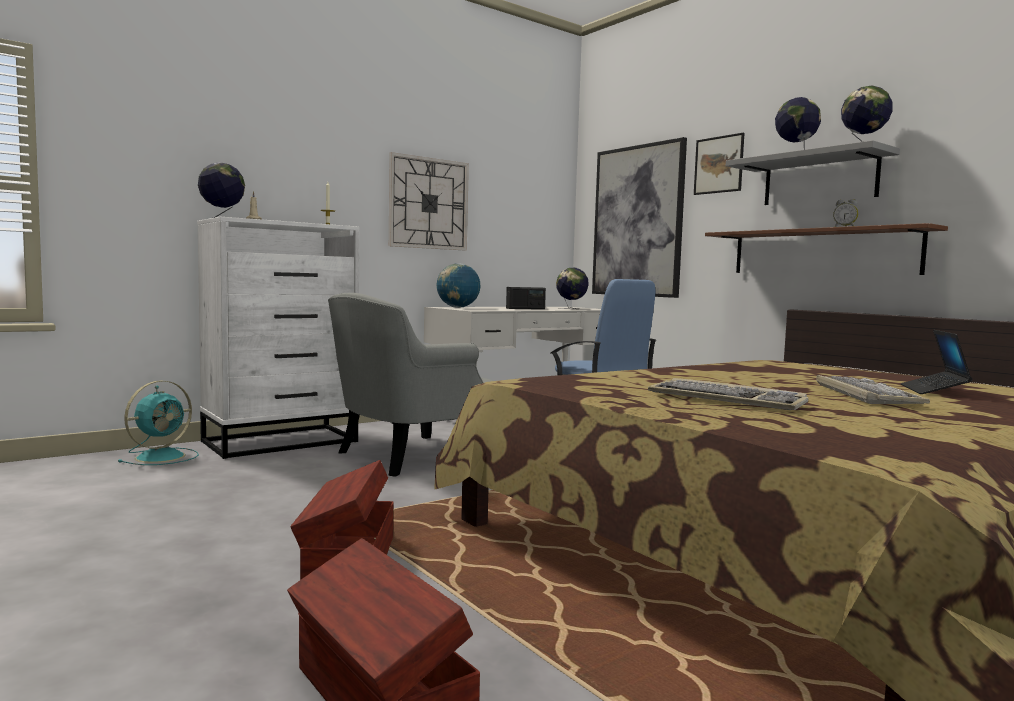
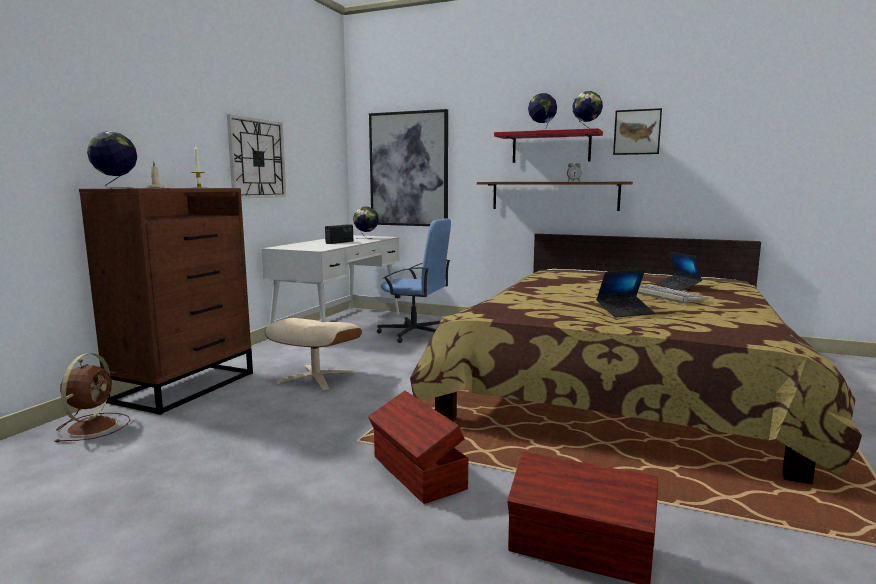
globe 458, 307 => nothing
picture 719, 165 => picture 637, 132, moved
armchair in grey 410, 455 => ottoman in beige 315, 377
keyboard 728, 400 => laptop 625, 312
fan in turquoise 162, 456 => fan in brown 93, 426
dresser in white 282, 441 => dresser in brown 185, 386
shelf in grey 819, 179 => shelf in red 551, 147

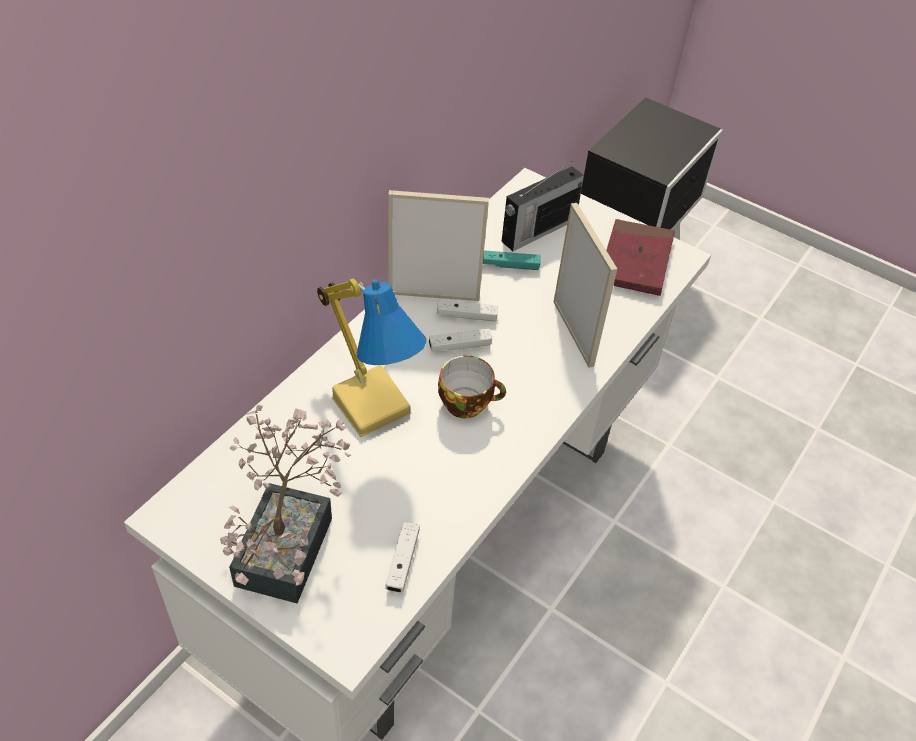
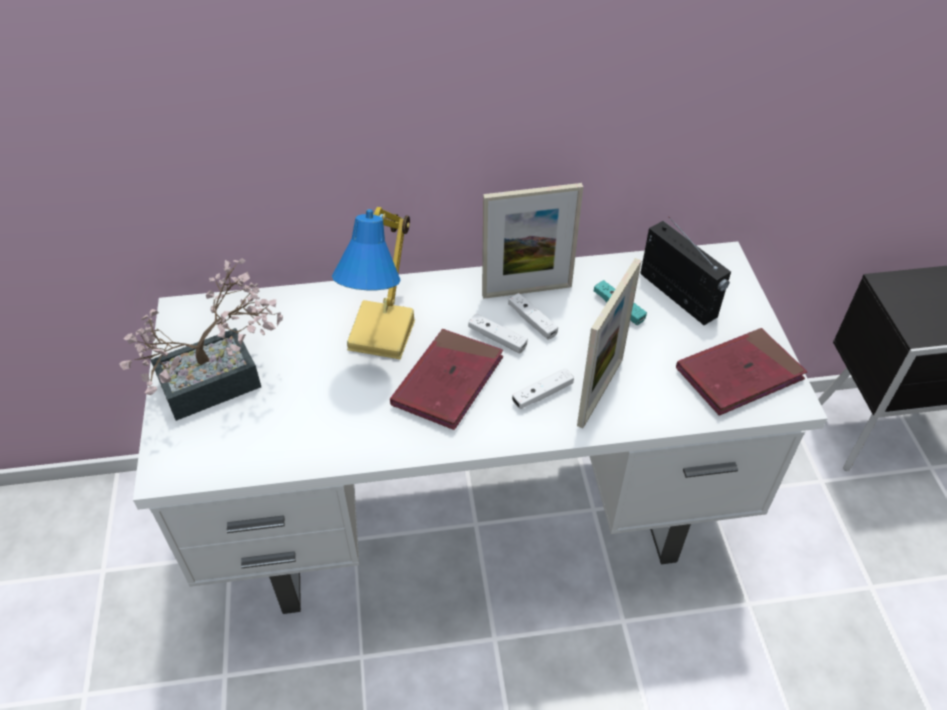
game controller in white 402, 562 => game controller in white 542, 394, moved
cup 468, 403 => book in red 448, 382
picture frame 433, 295 => picture frame 527, 290, 120 degrees clockwise
radio 537, 231 => radio 679, 296, 135 degrees counterclockwise

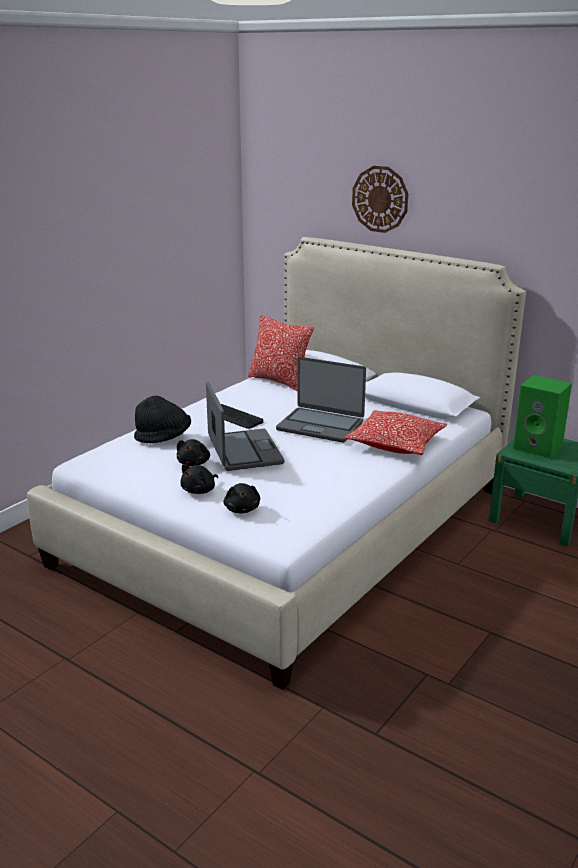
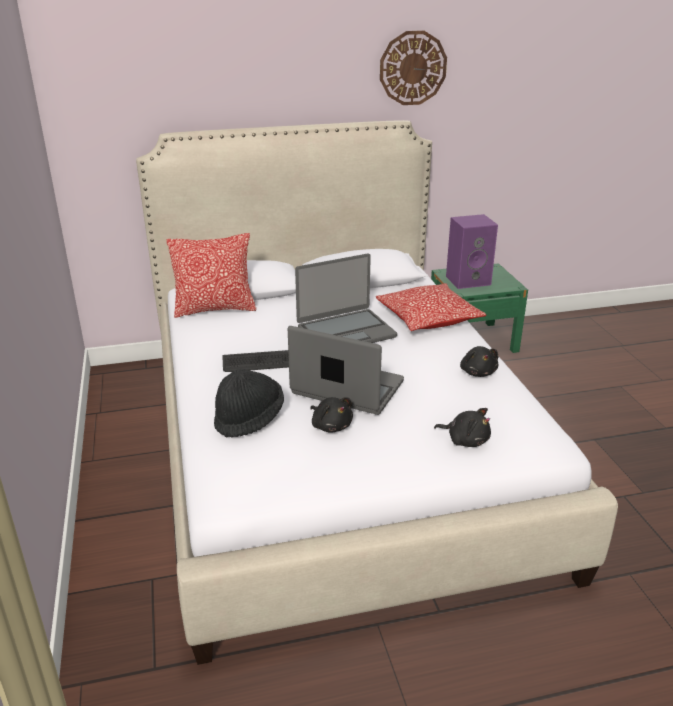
plush toy in black 200, 490 => plush toy in black 478, 372, moved
wall clock 380, 199 => wall clock 413, 68, moved
speaker in green 539, 447 => speaker in purple 468, 280

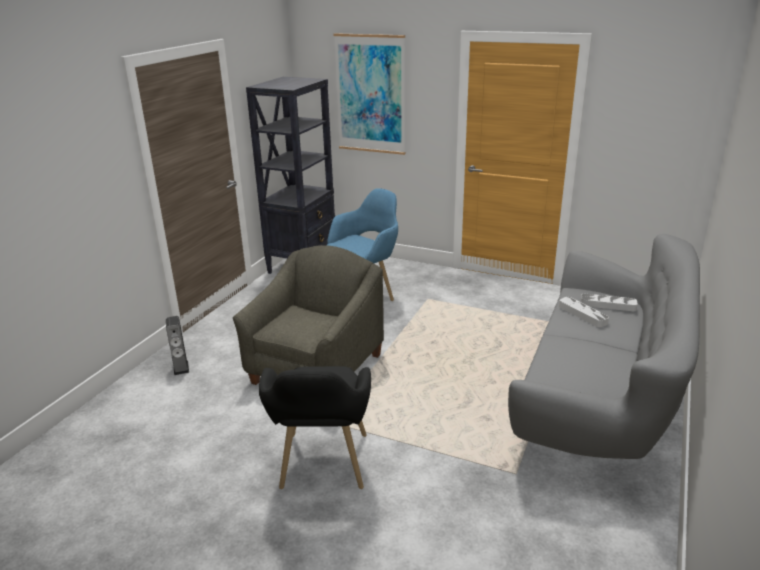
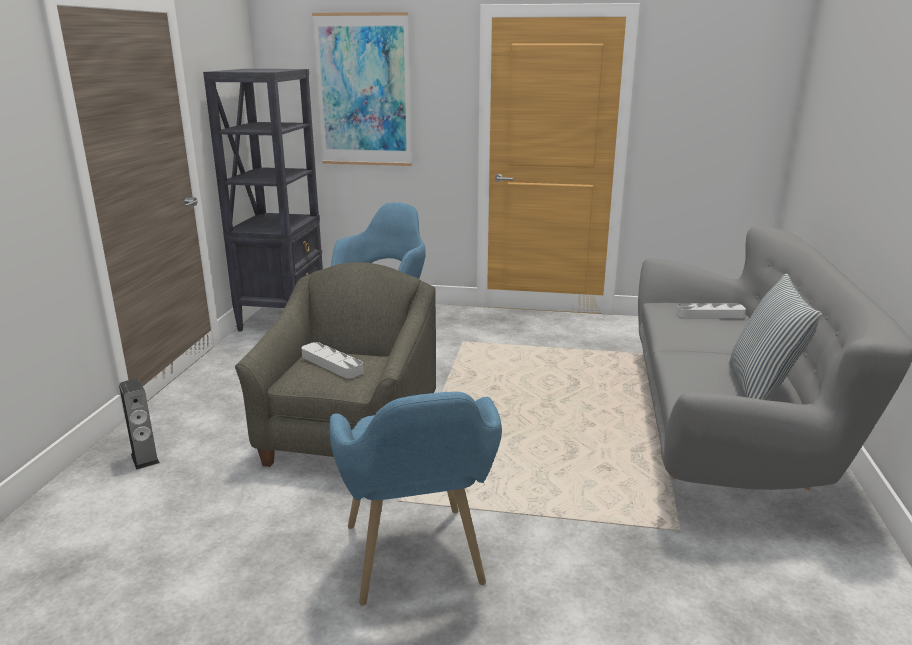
nothing => pillow 761, 390
tray in grey 582, 314 => tray in grey 332, 364, moved
armchair in black 323, 471 => armchair in blue 417, 569

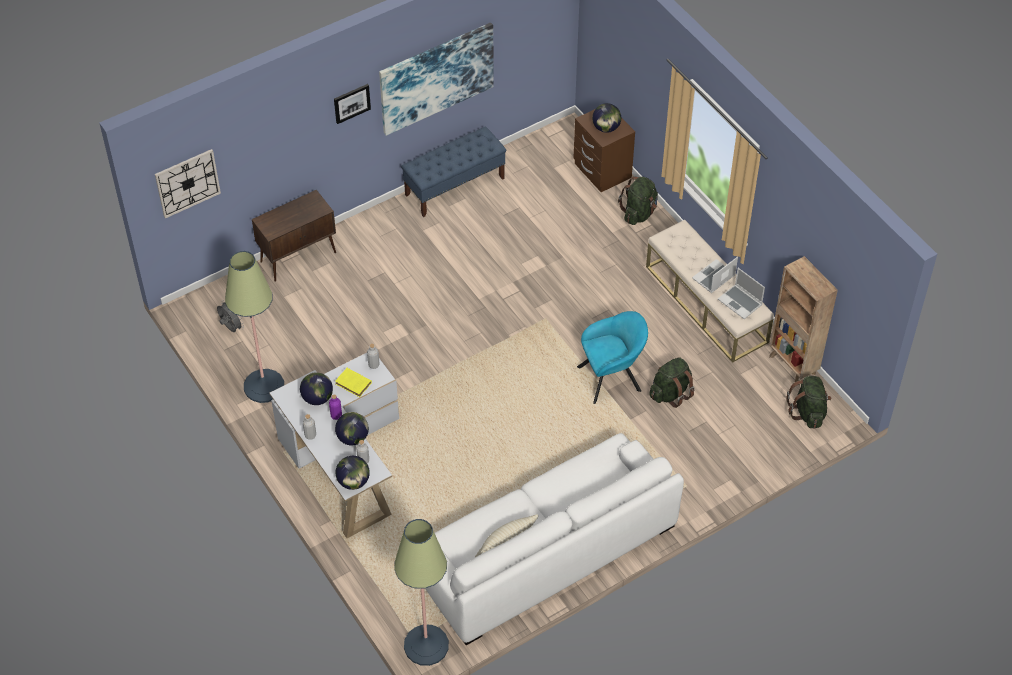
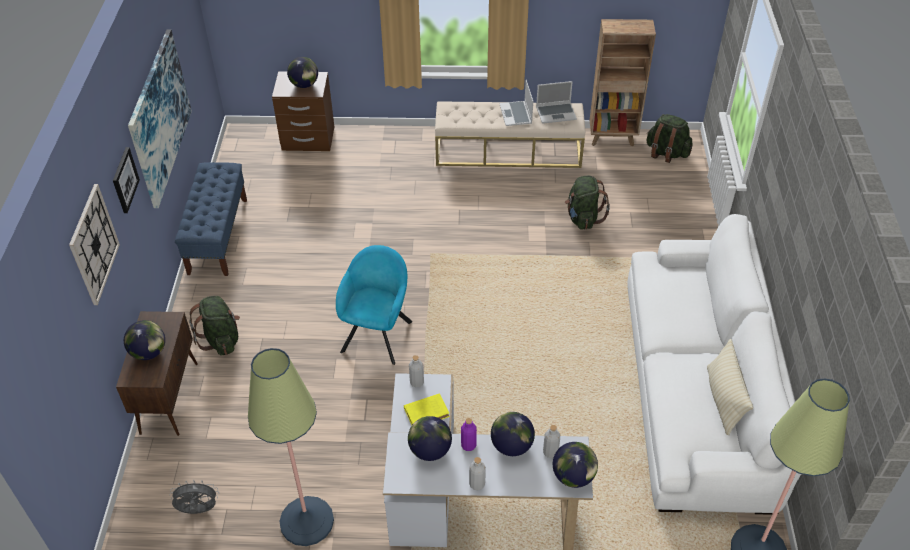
nothing => globe 149, 352
wall clock 187, 183 => wall clock 94, 244, moved
armchair in turquoise 612, 378 => armchair in turquoise 378, 333, moved
backpack in green 639, 213 => backpack in green 221, 339, moved

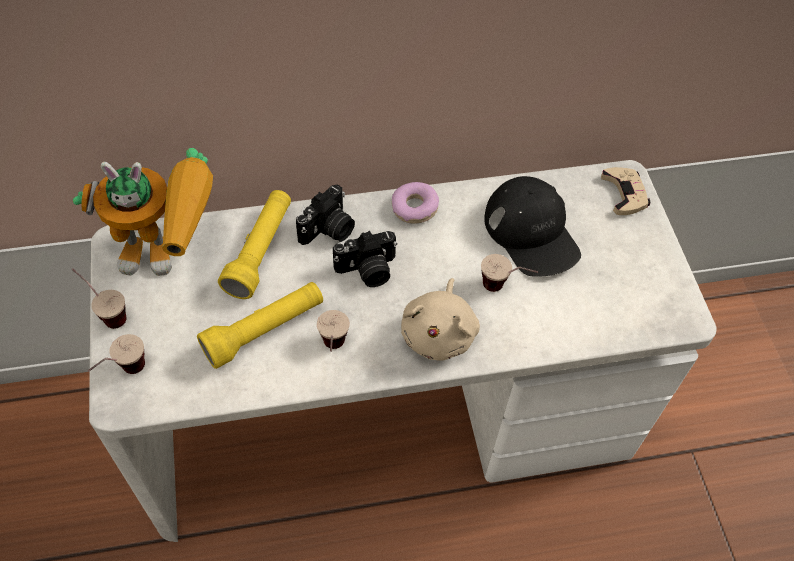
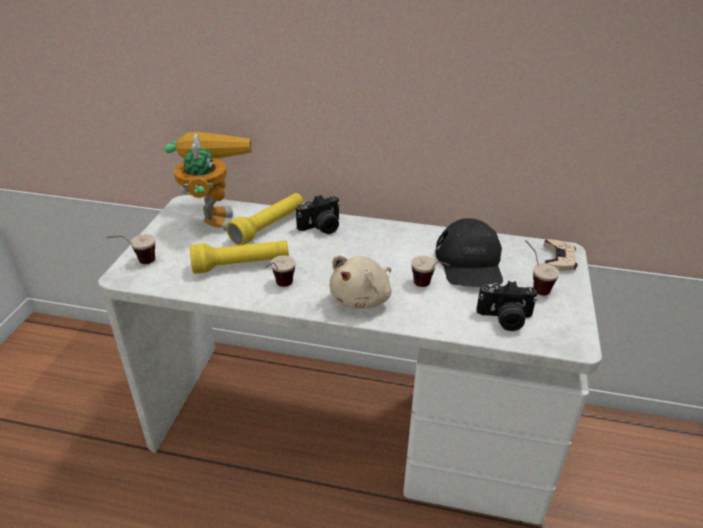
donut 414, 208 => nothing
cup 106, 313 => cup 534, 285, moved
photo camera 367, 271 => photo camera 505, 319, moved
toy robot 170, 252 => toy robot 212, 214, 120 degrees counterclockwise

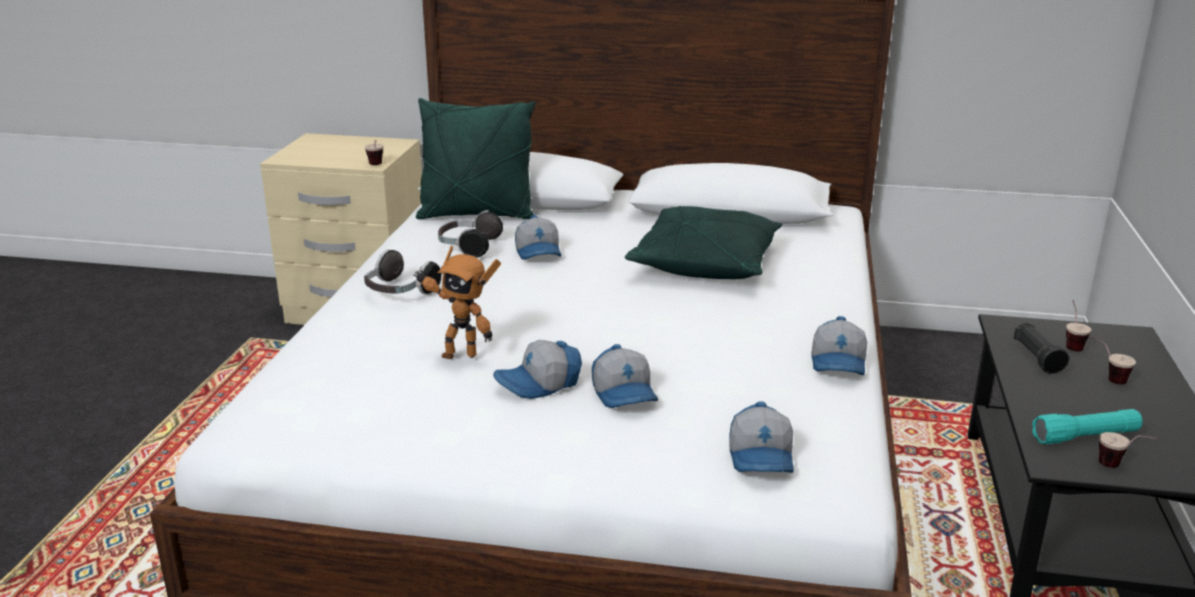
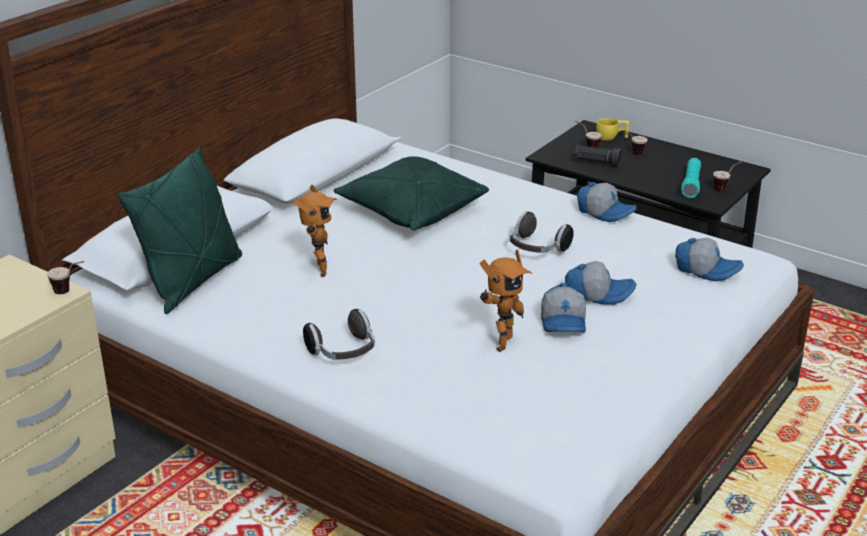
nothing => cup in yellow 611, 138
headphones 468, 247 => headphones 537, 249, moved
cap 539, 252 => toy robot 317, 270

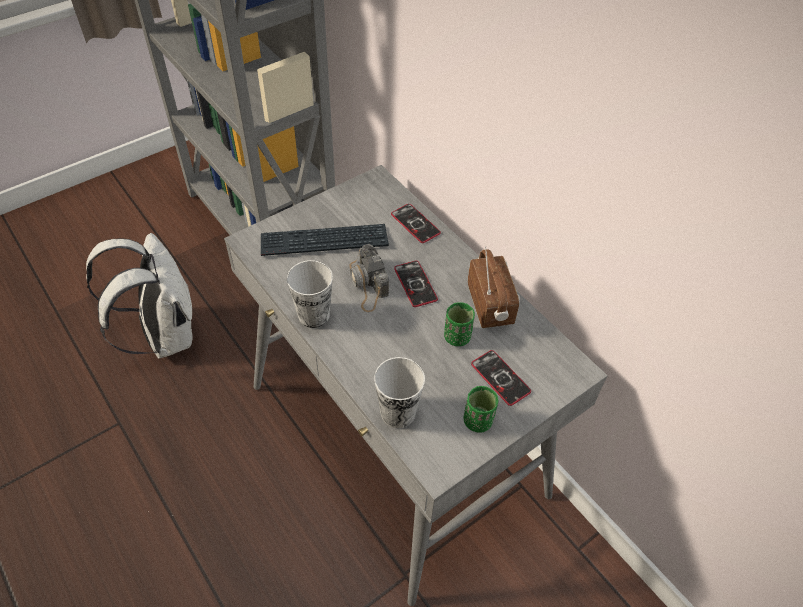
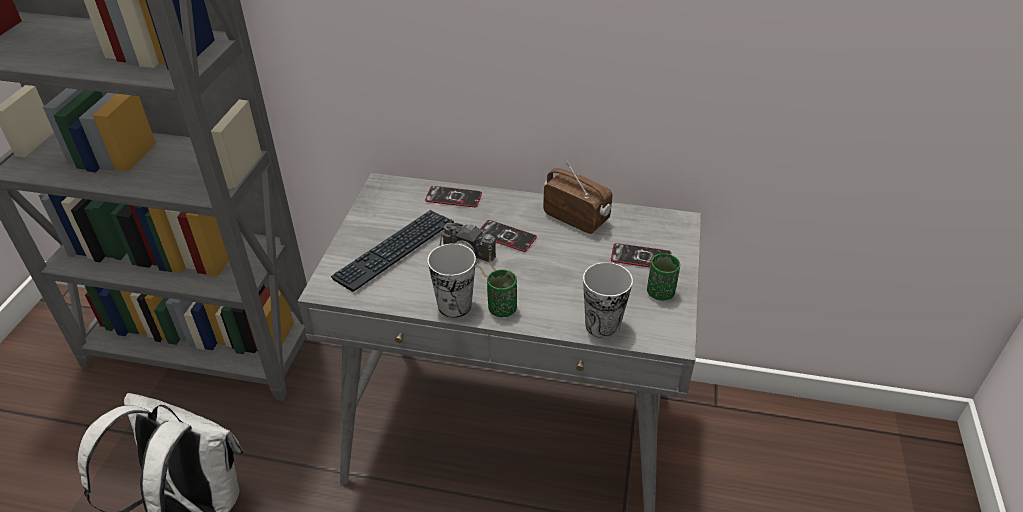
cup in green 457, 337 => cup in green 502, 309, moved

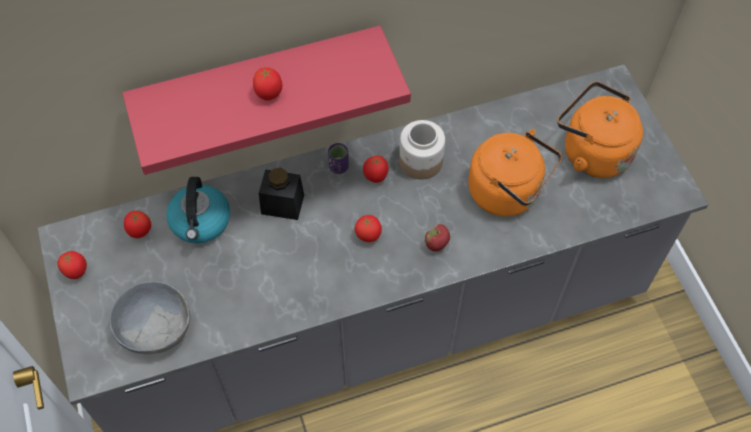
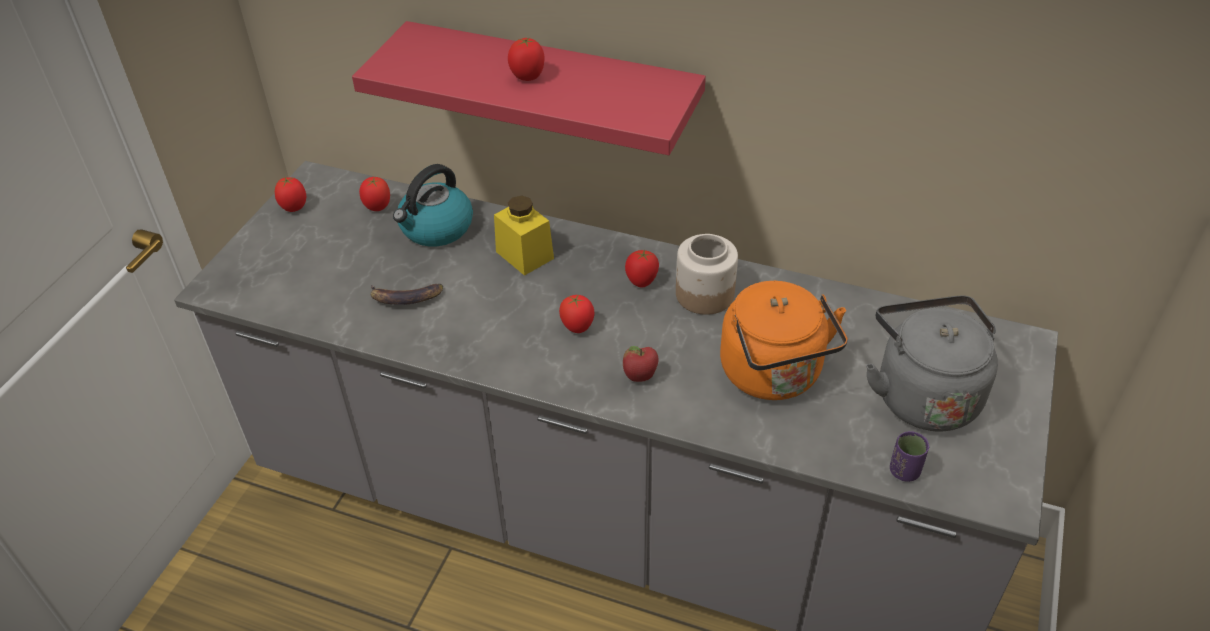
bowl in grey 155, 327 => nothing
nothing => banana 405, 298
cup in purple 338, 167 => cup in purple 904, 471, moved
jar in black 282, 204 => jar in yellow 524, 255
kettle in orange 592, 152 => kettle in grey 923, 394

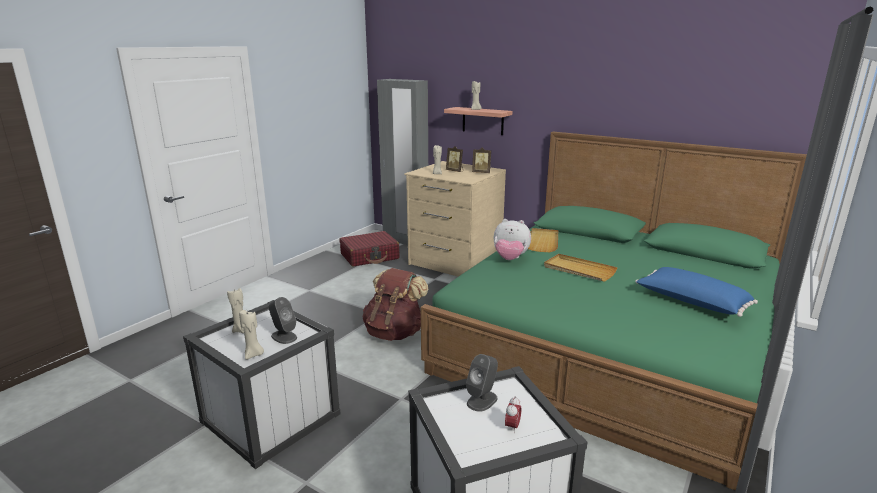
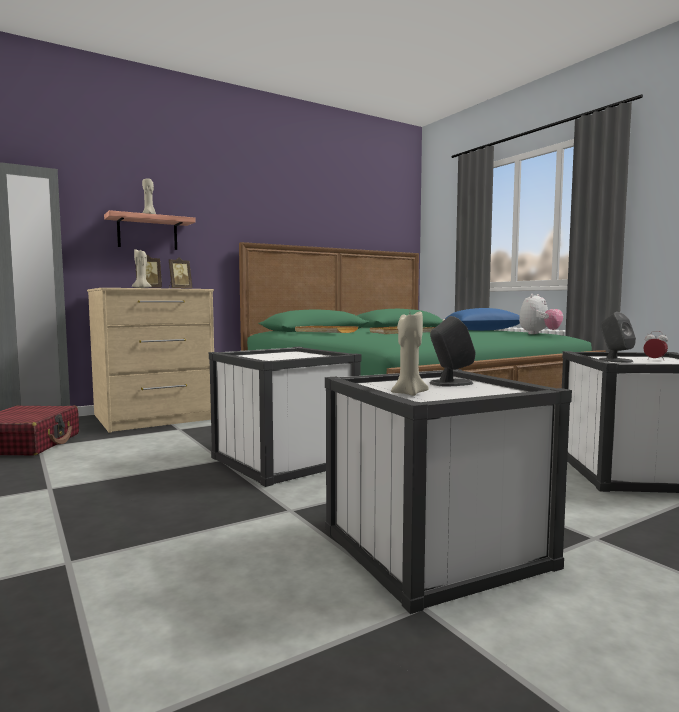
candle in beige 254, 355 => nothing
plush toy 510, 259 => plush toy 539, 334, moved
backpack in brown 394, 332 => storage box in white 285, 460

